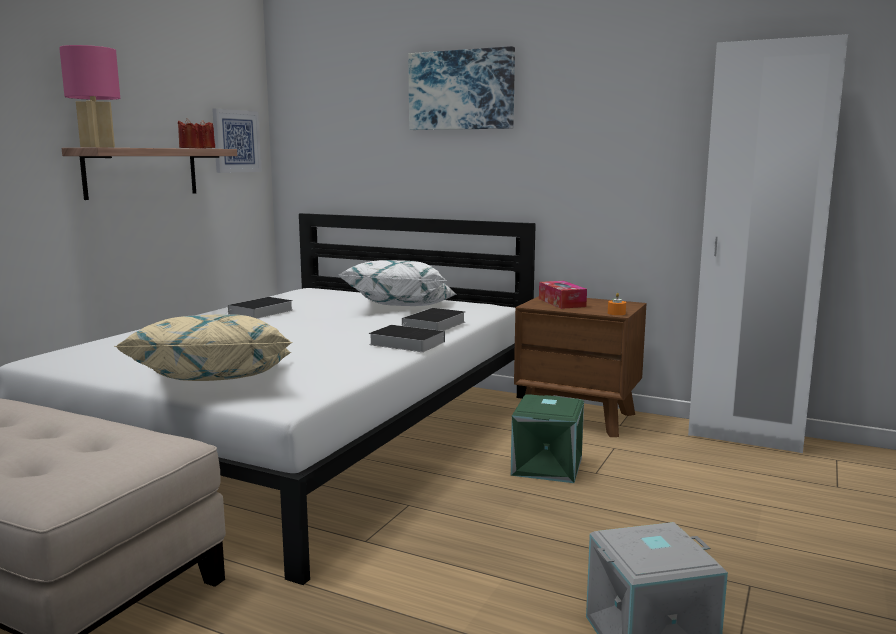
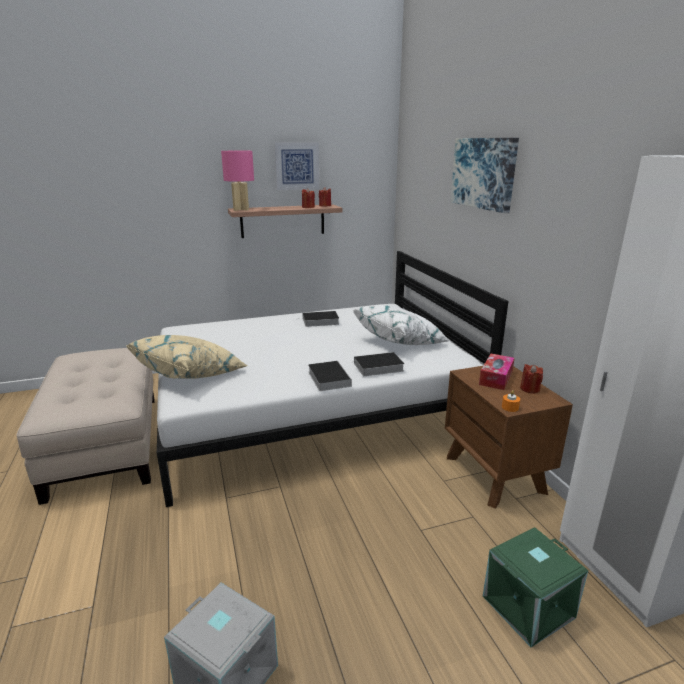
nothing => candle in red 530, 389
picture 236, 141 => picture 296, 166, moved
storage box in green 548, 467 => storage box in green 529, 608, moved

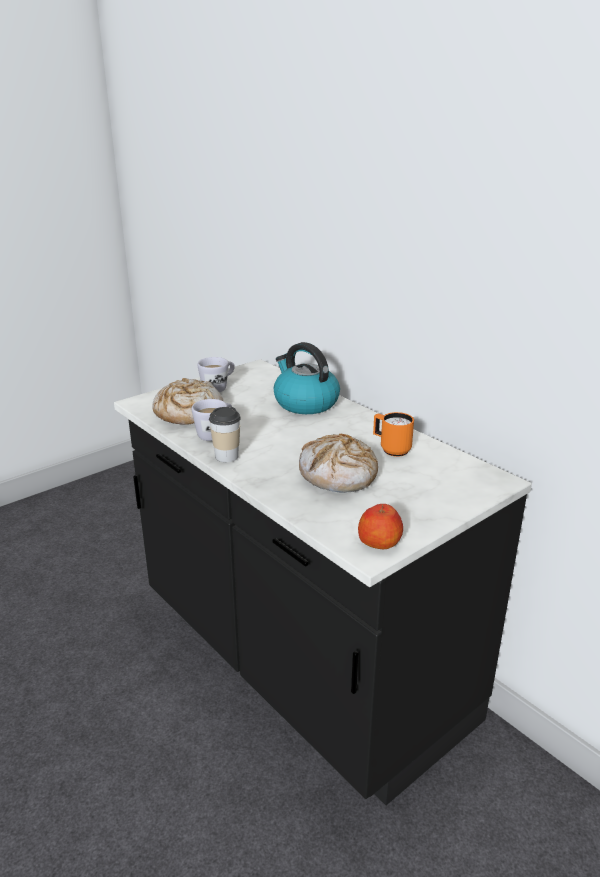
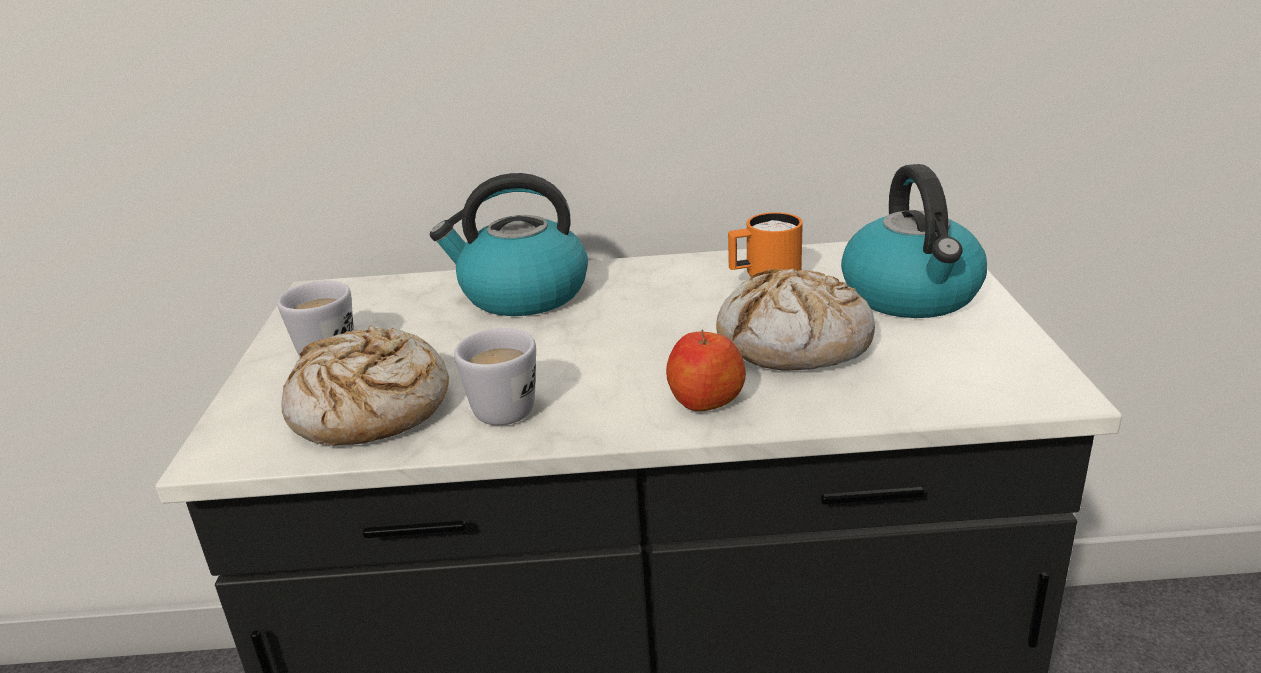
cup 226, 456 => nothing
nothing => kettle 912, 296
apple 379, 542 => apple 705, 399, moved

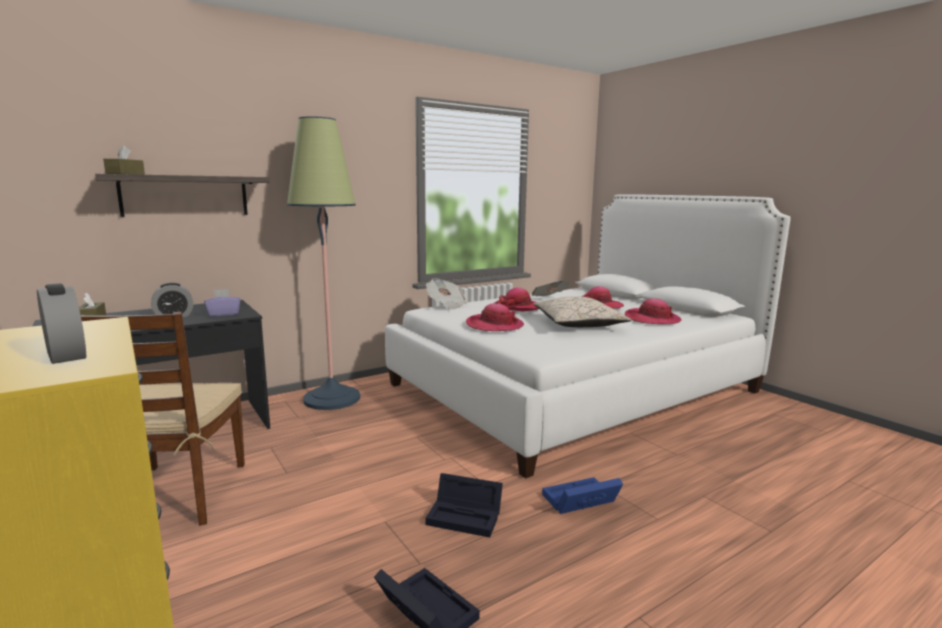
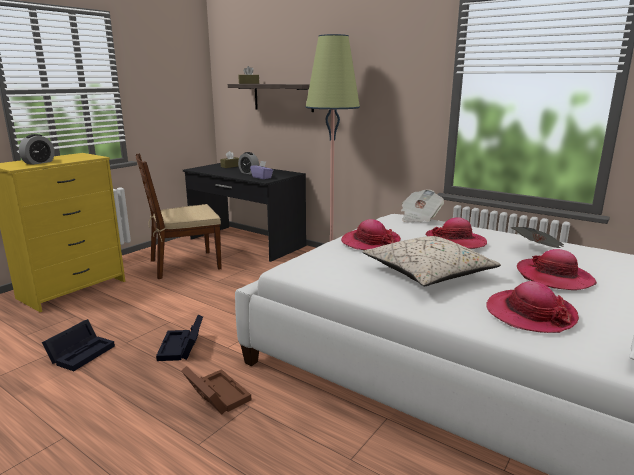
storage box in blue 579, 502 => storage box in brown 215, 395

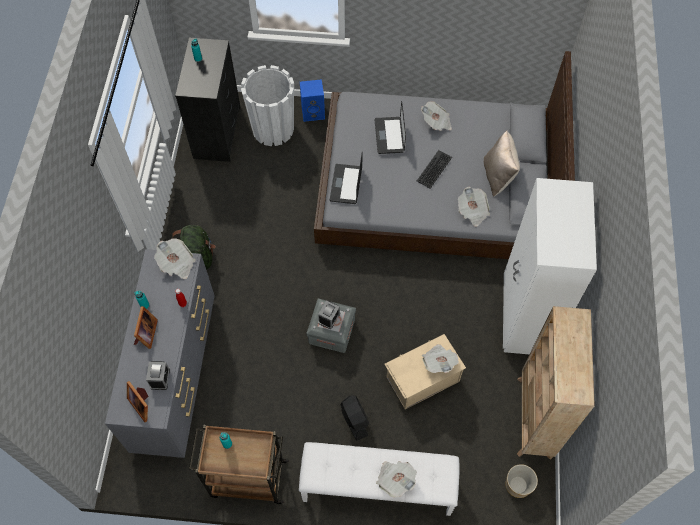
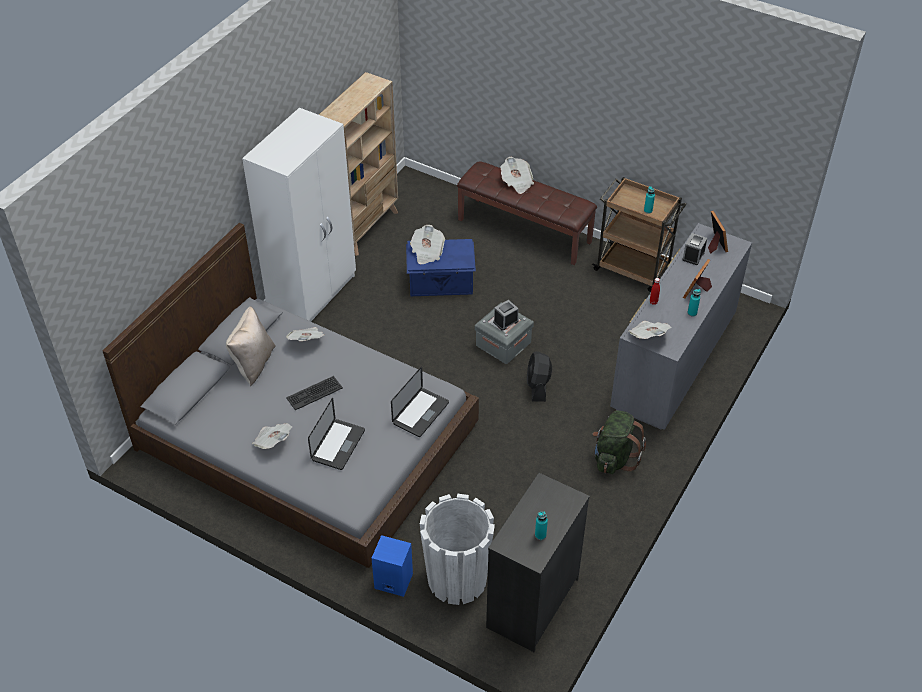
planter 517, 485 => nothing
fan in black 354, 420 => fan in black 538, 386, moved
bench in white 377, 487 => bench in brown 525, 230
storage box in beige 421, 378 => storage box in blue 441, 282

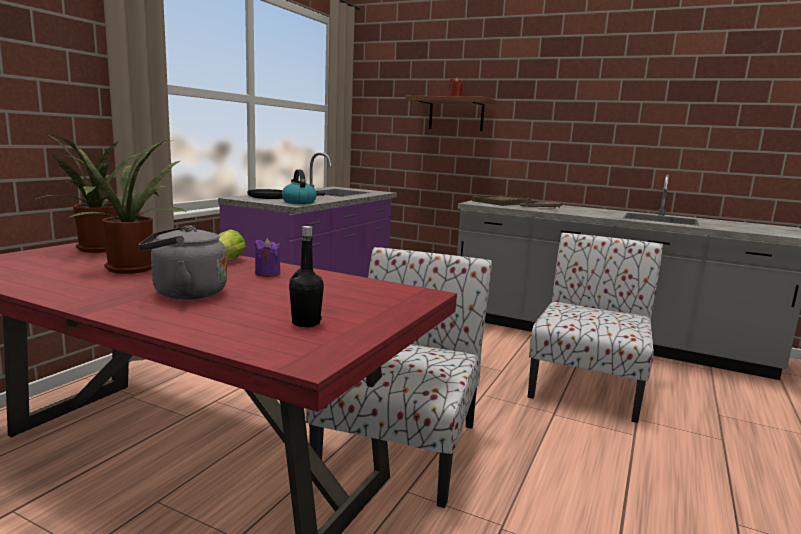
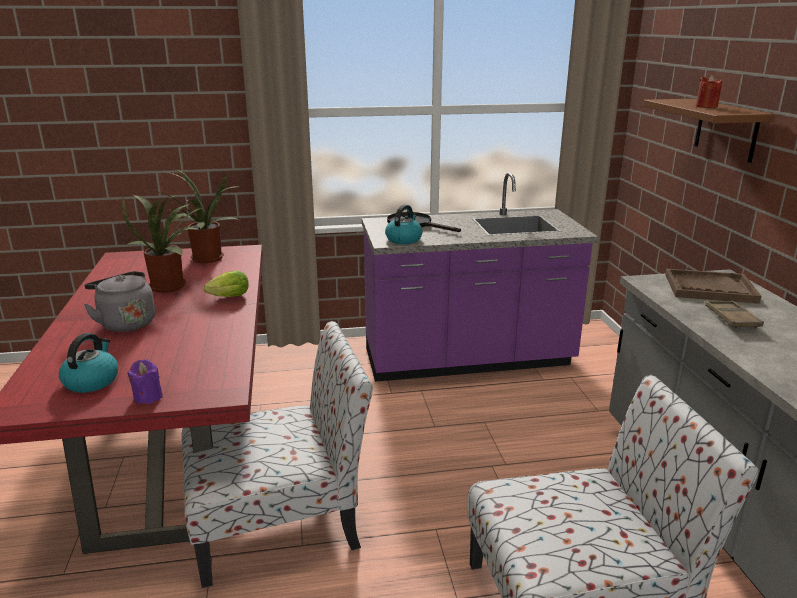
candle in purple 267, 273 => candle in purple 148, 397, moved
bottle in black 306, 323 => kettle 91, 381

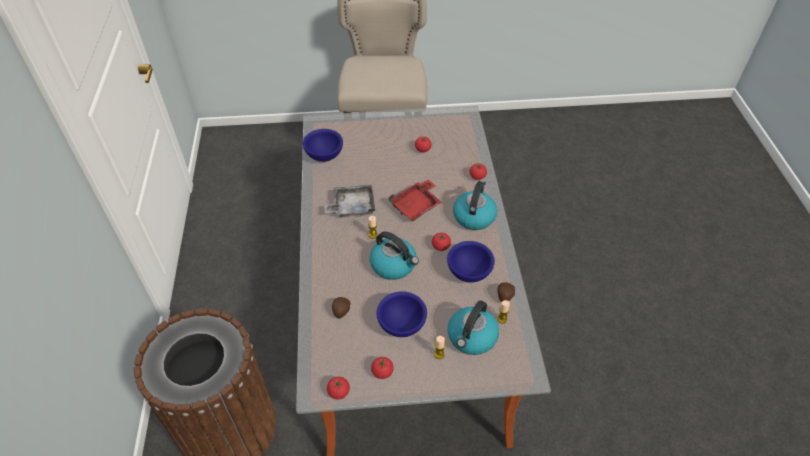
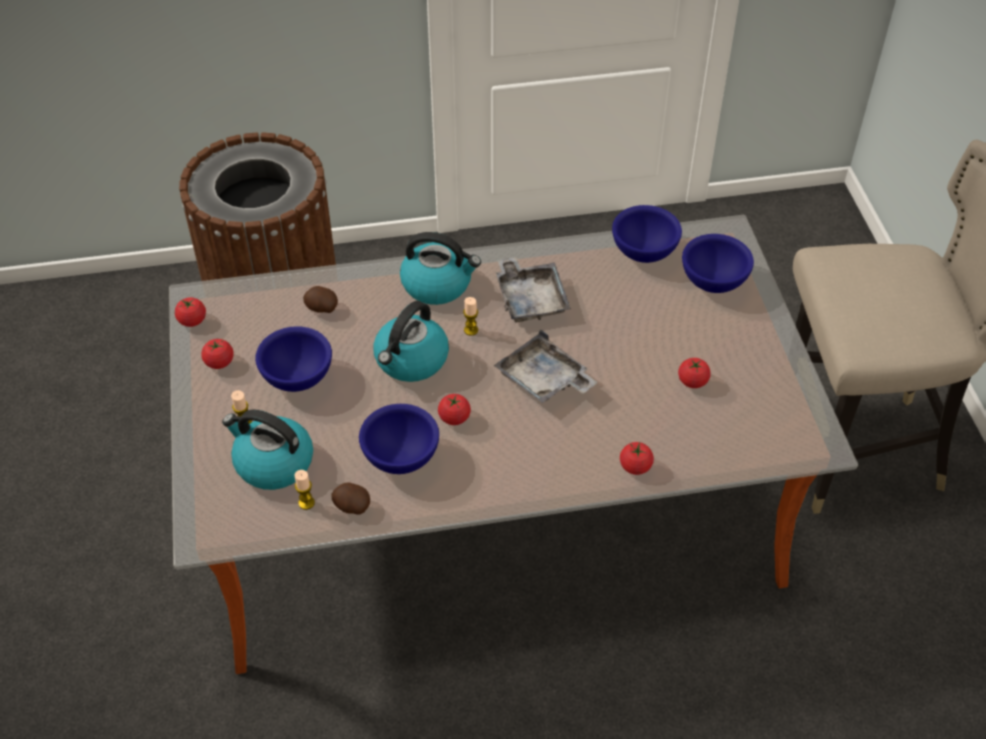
nothing => bowl in blue 714, 282
kettle 474, 216 => kettle 438, 284, moved
tray in red 416, 206 => tray in grey 544, 380

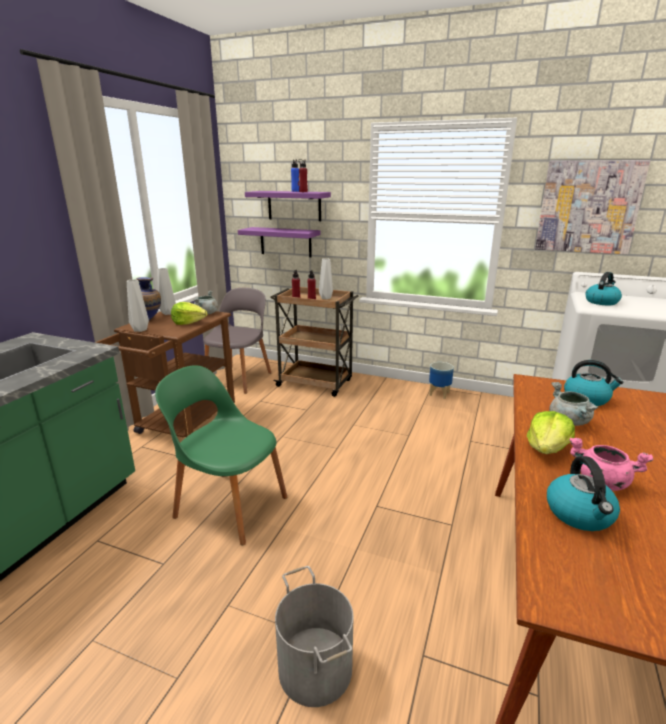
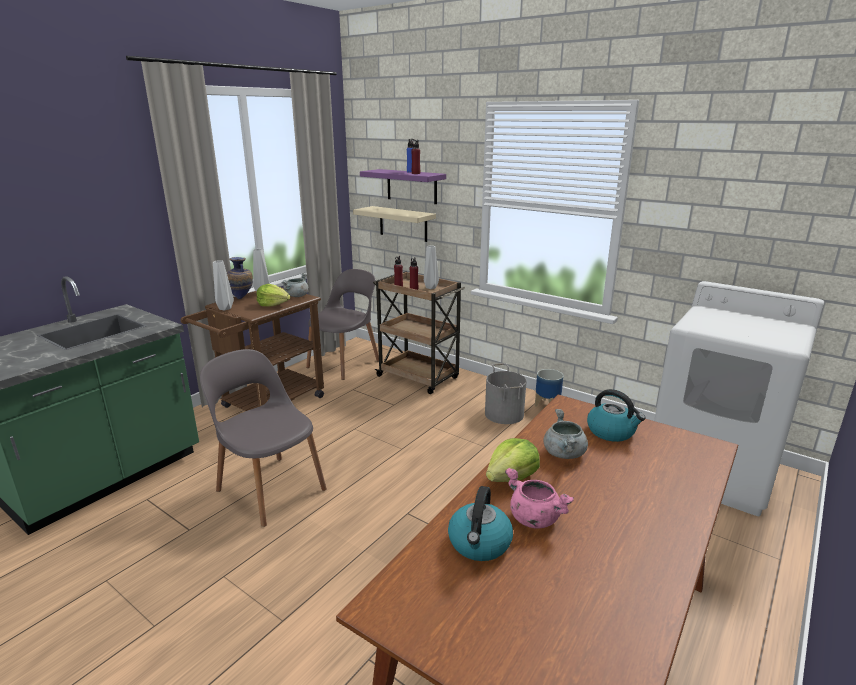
picture 588, 207 => nothing
kettle 601, 302 => nothing
bucket in grey 314, 668 => bucket in grey 503, 414, moved
chair in green 229, 505 => chair in grey 270, 488
shelf in purple 285, 242 => shelf in beige 403, 223

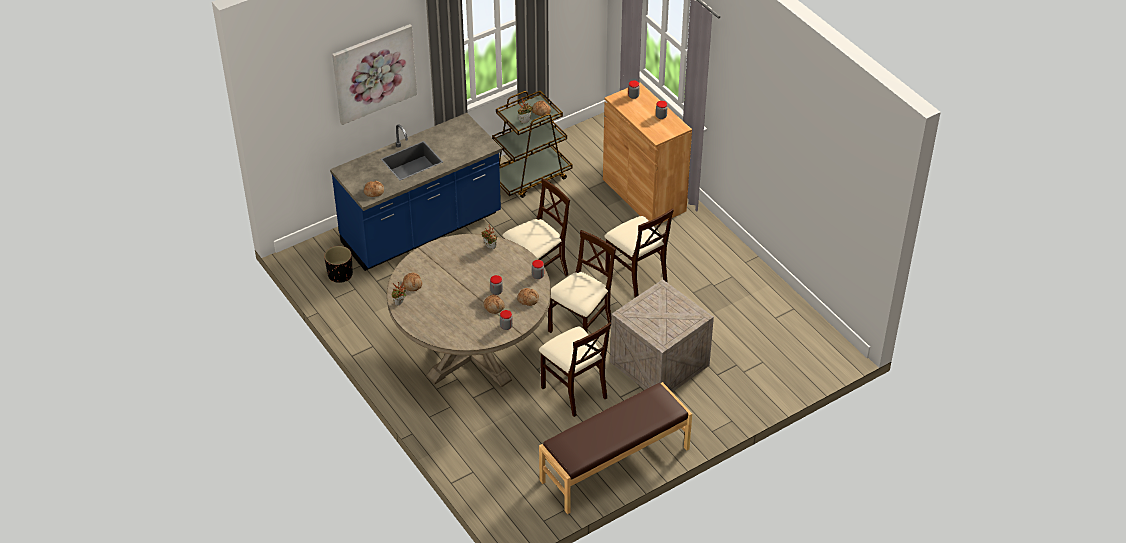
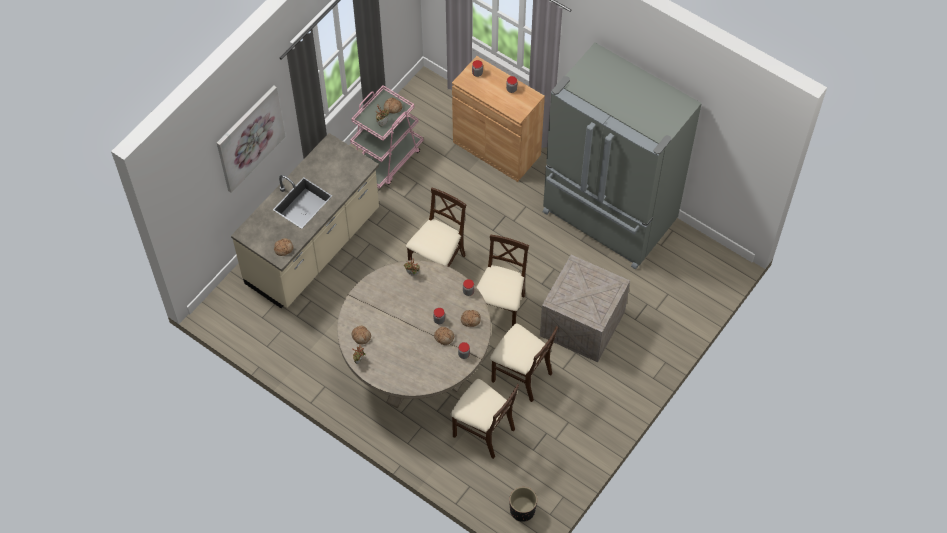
bench in brown 615, 465 => nothing
nothing => fridge in grey 608, 217
planter in black 340, 274 => planter in black 522, 510, moved
chair in beige 636, 277 => chair in beige 483, 431, moved
counter in blue 422, 230 => counter in beige 314, 248
cart in brown 530, 177 => cart in pink 387, 159

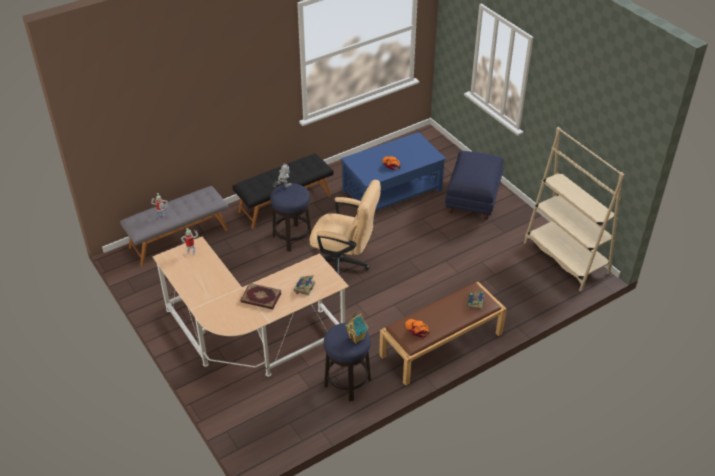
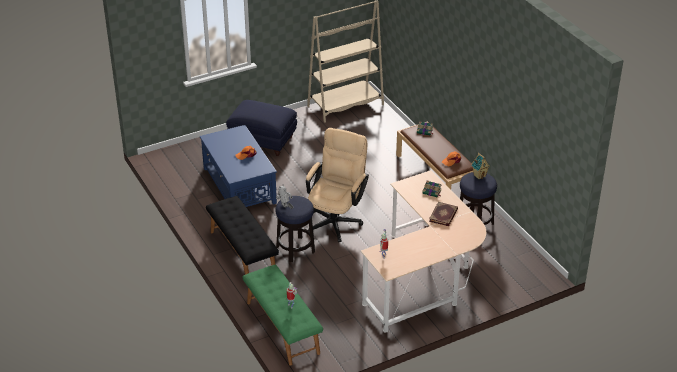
bench in grey 178, 238 => bench in green 282, 328

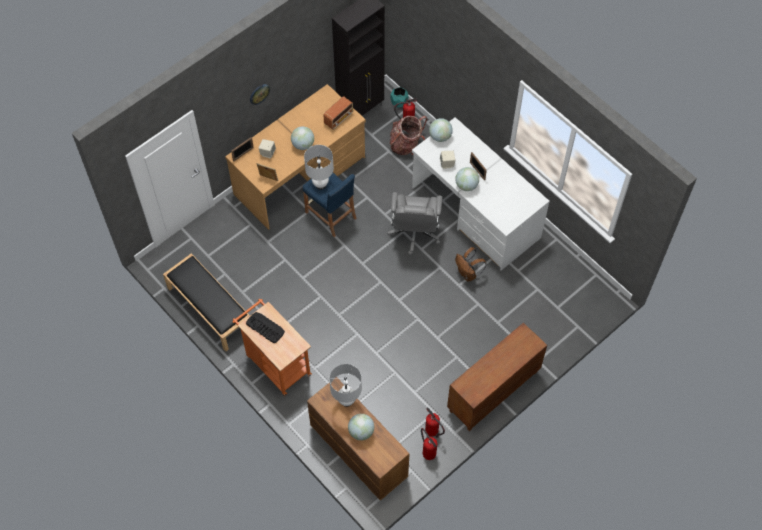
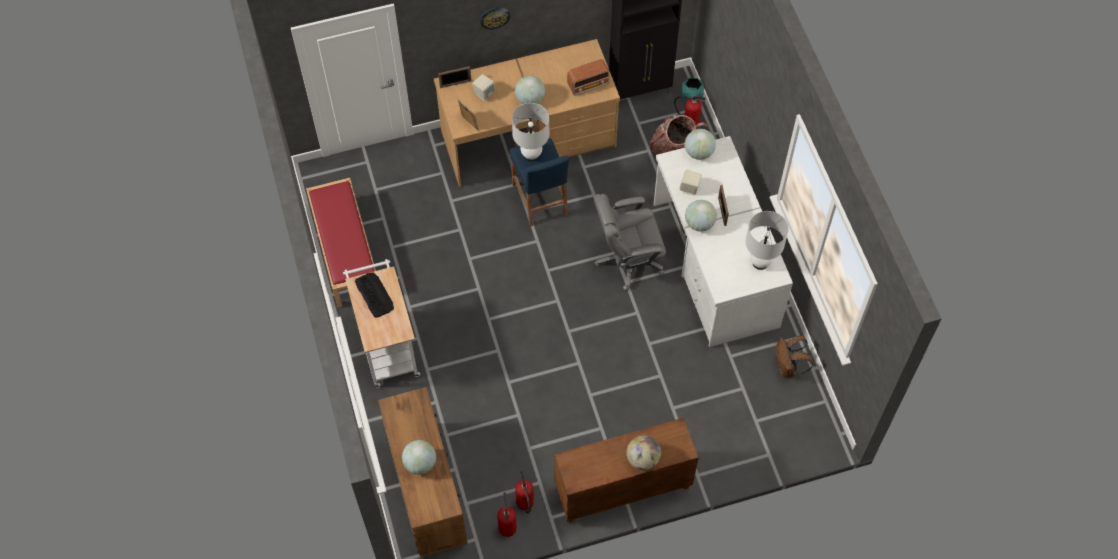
nothing => globe 643, 459
table lamp in white 346, 400 => table lamp in white 760, 263, moved
backpack in brown 468, 274 => backpack in brown 788, 368, moved
bench in black 209, 308 => bench in red 345, 251
cart in orange 276, 363 => cart in white 386, 345
office chair in grey 414, 233 => office chair in grey 628, 260, 45 degrees clockwise

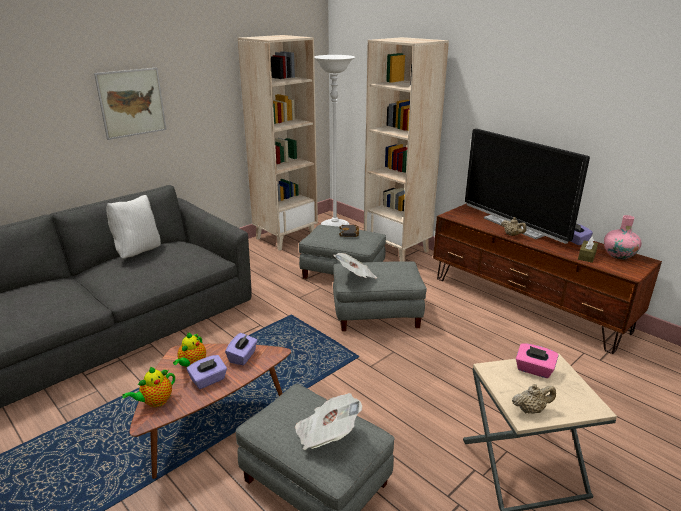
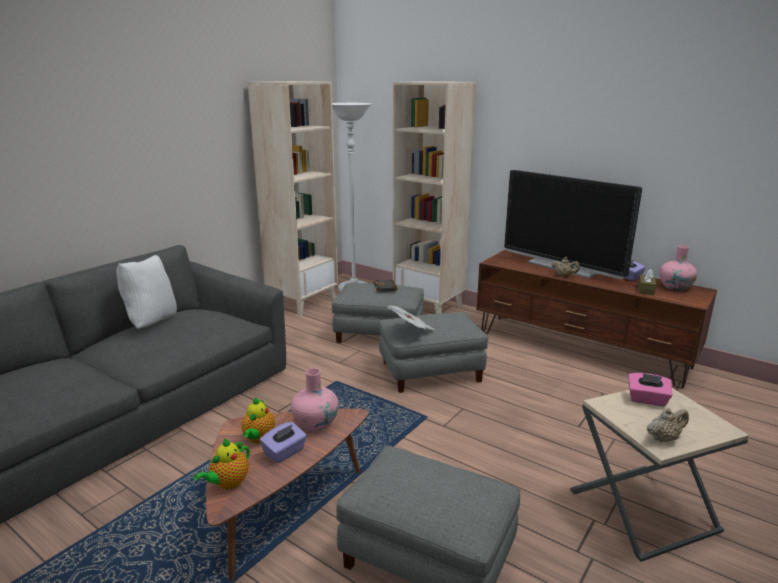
picture 132, 103 => nothing
newspaper 326, 434 => nothing
tissue box in purple 243, 357 => vase in pink 315, 423

